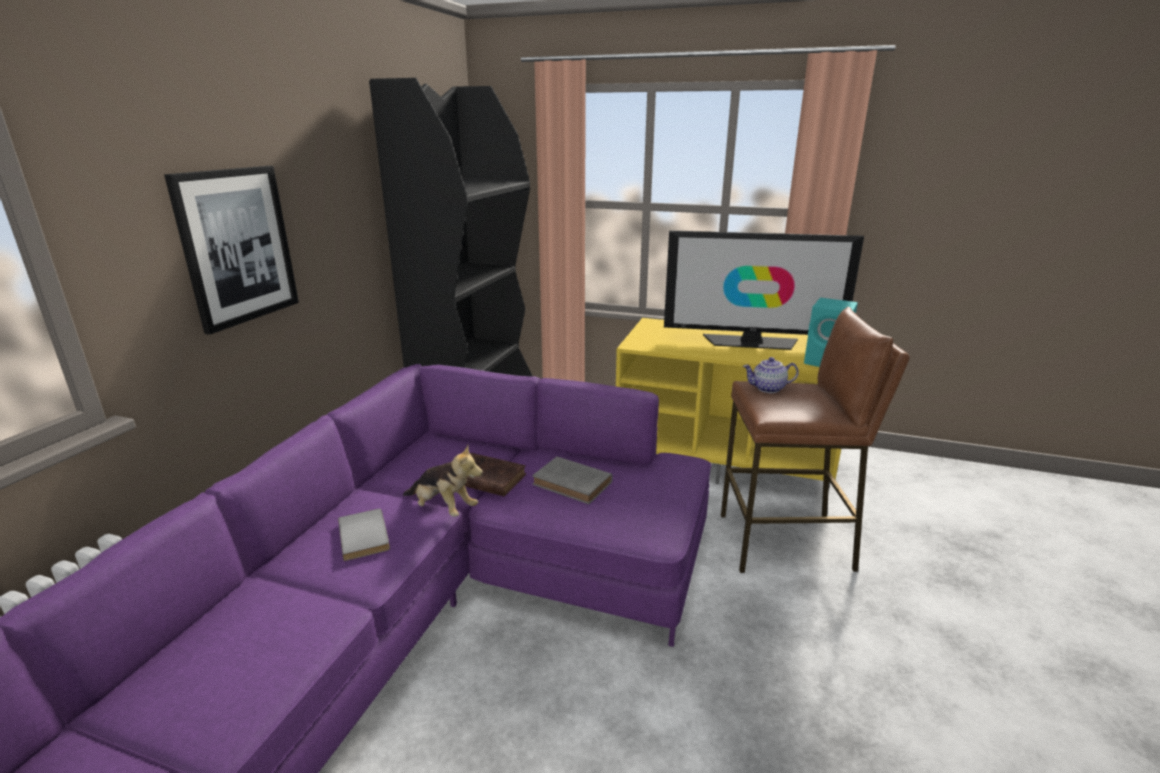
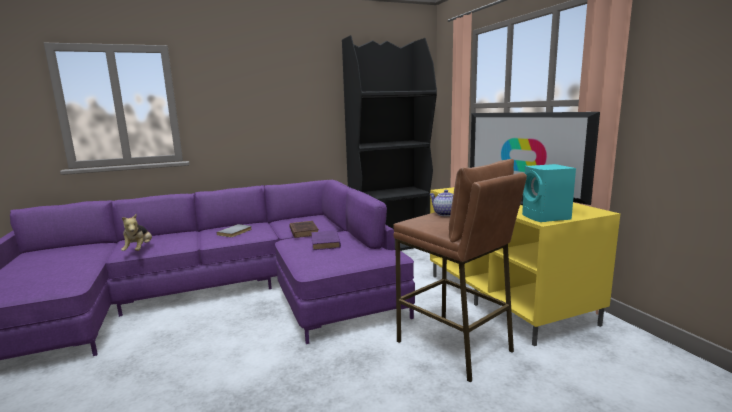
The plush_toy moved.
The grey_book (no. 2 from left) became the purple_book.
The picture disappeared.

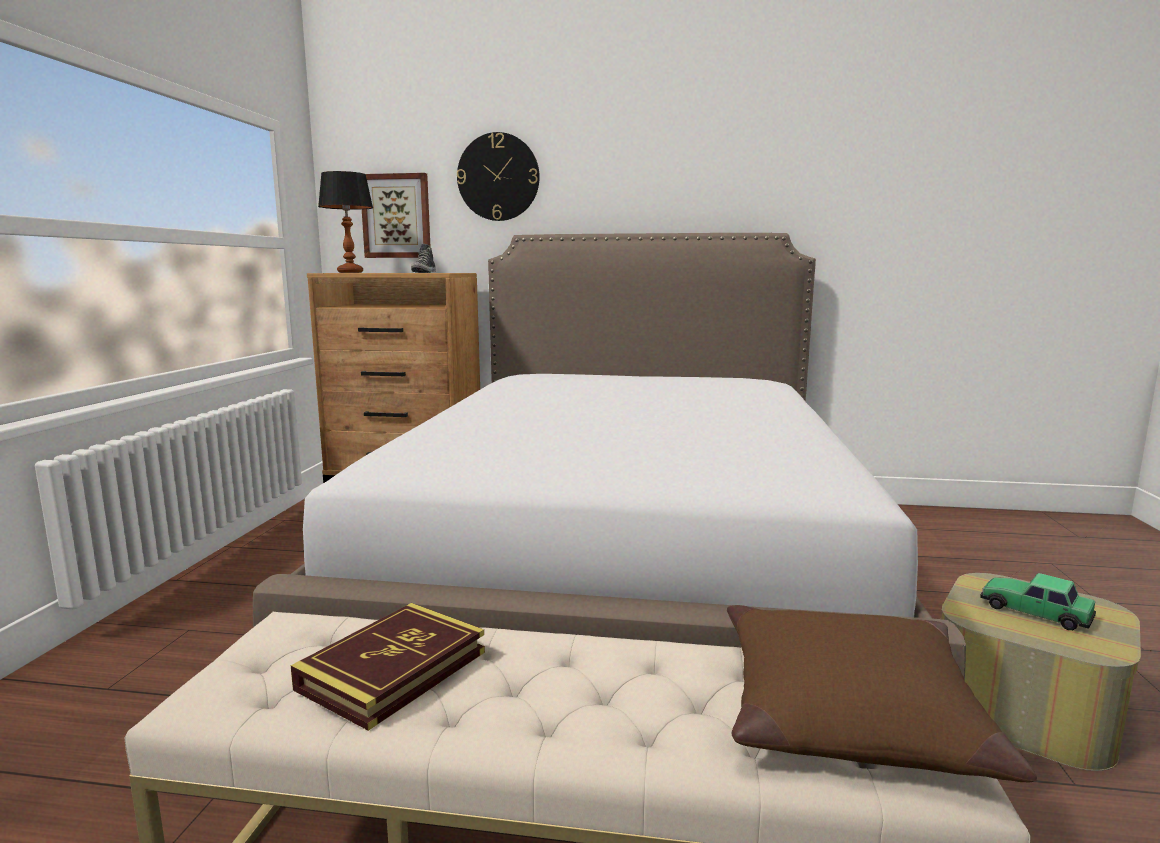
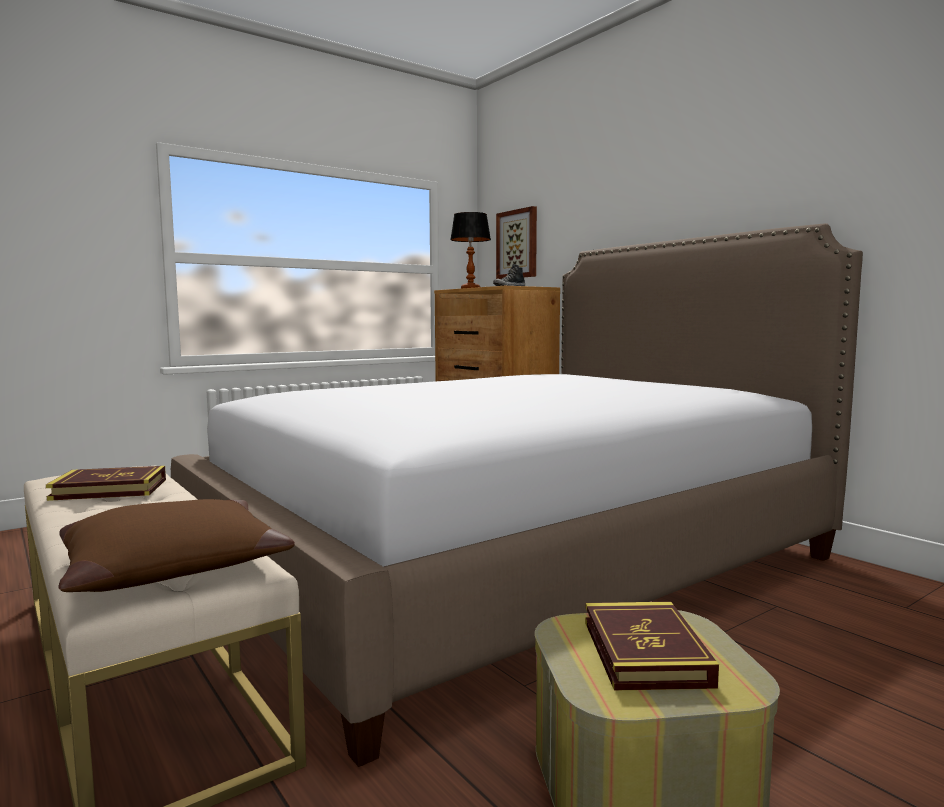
The toy_car was replaced by the book (no. 2 from left).
The wall_clock disappeared.

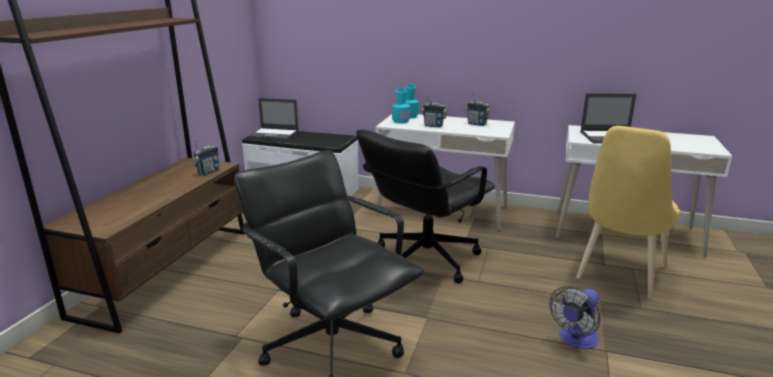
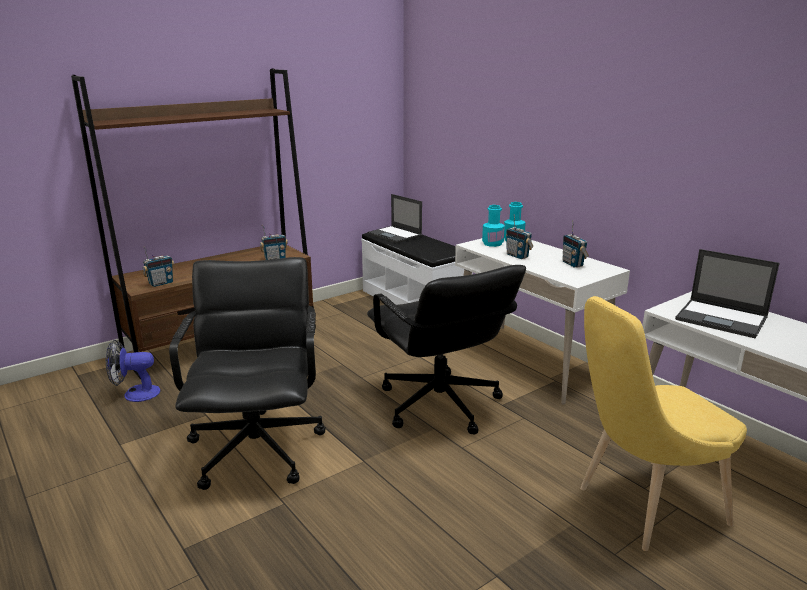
The fan moved.
The radio (no. 1 from left) appeared.
The black_office_chair (no. 2 from left) turned 105 degrees counterclockwise.

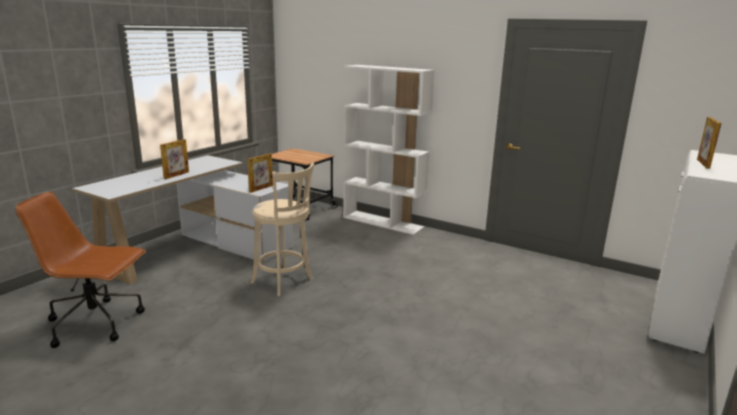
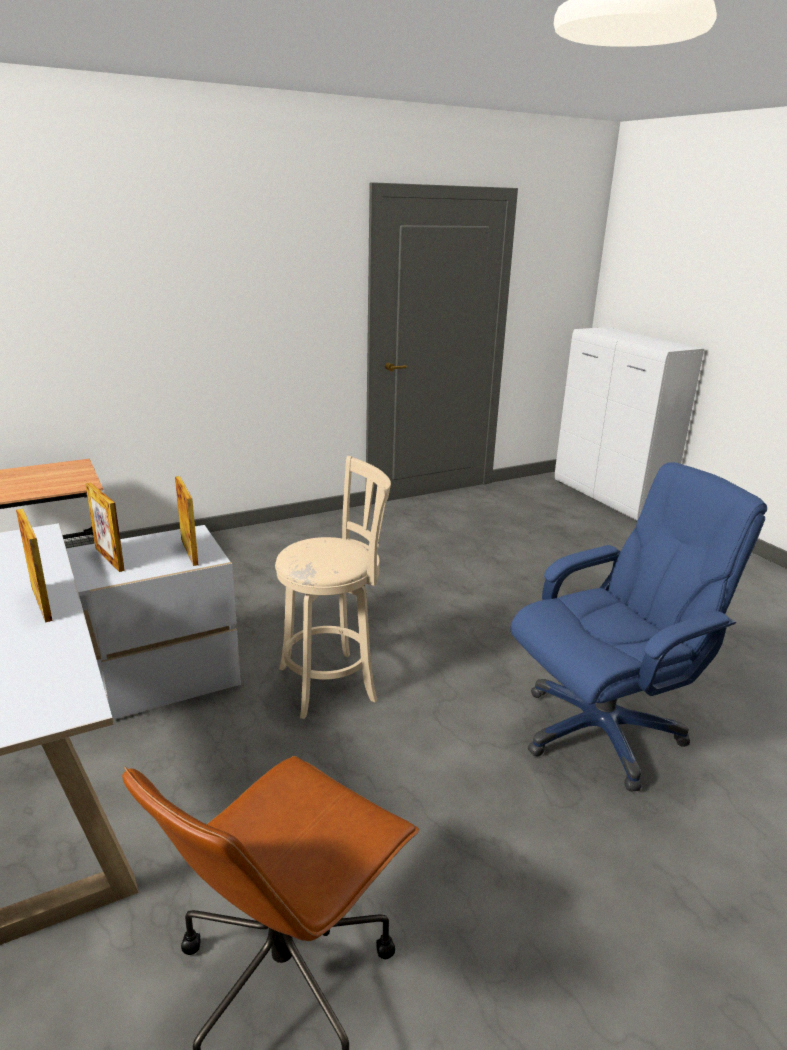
The picture_frame (no. 3 from left in the first image) moved.
The blue_office_chair appeared.
The white_bookcase disappeared.

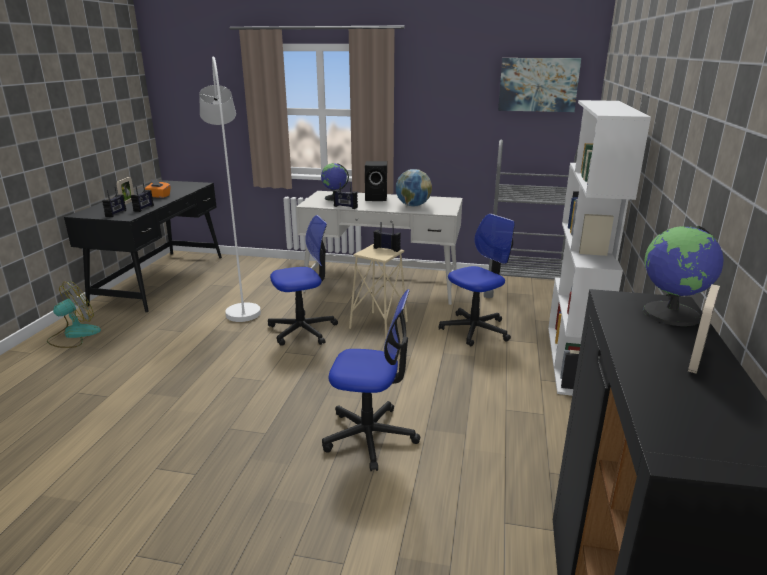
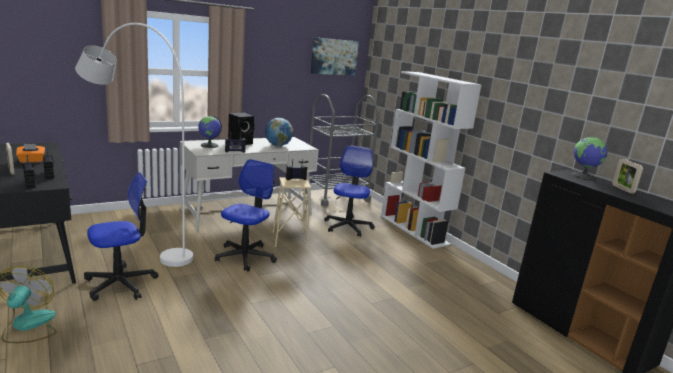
The office_chair (no. 2 from left in the first image) moved.

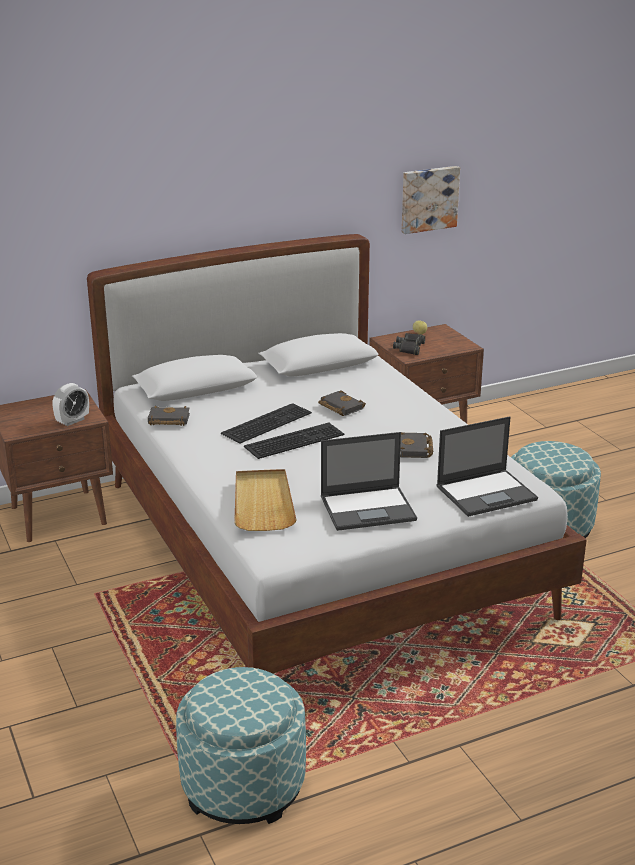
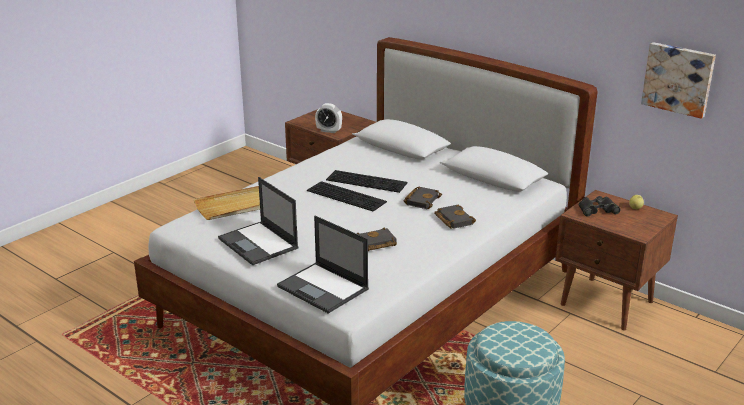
The black_book (no. 1 from left in the first image) moved.
The ottoman (no. 1 from left) disappeared.

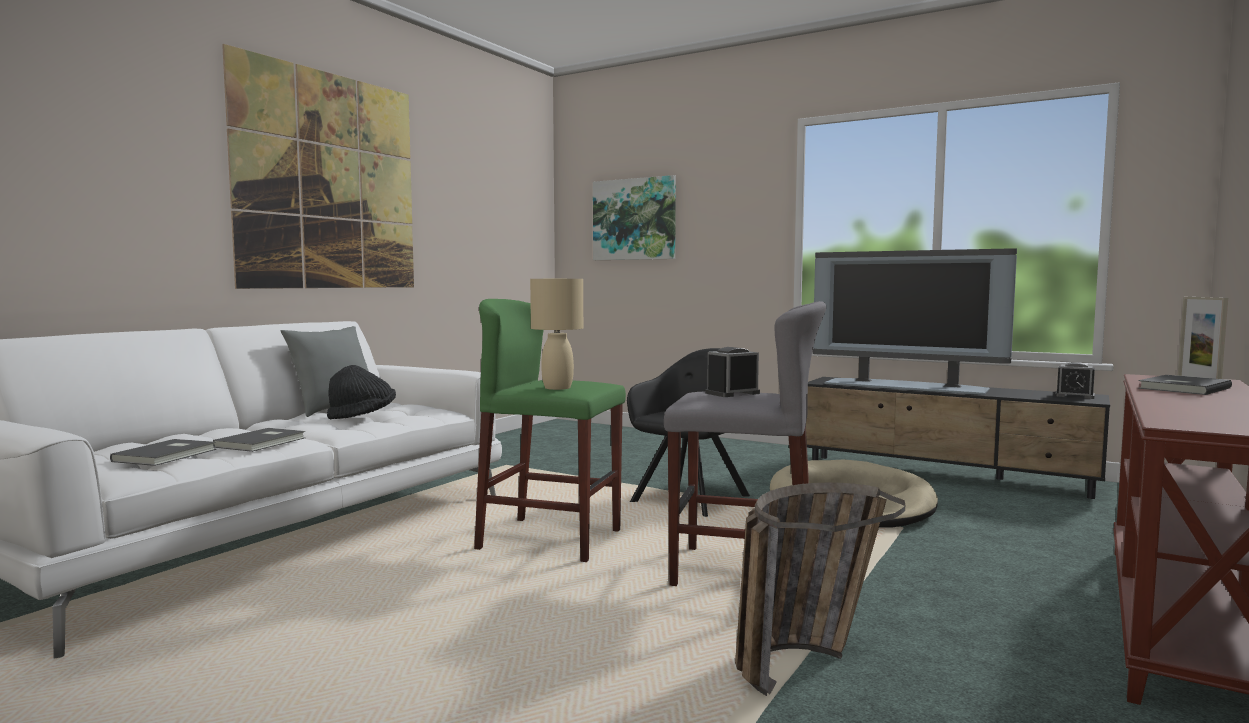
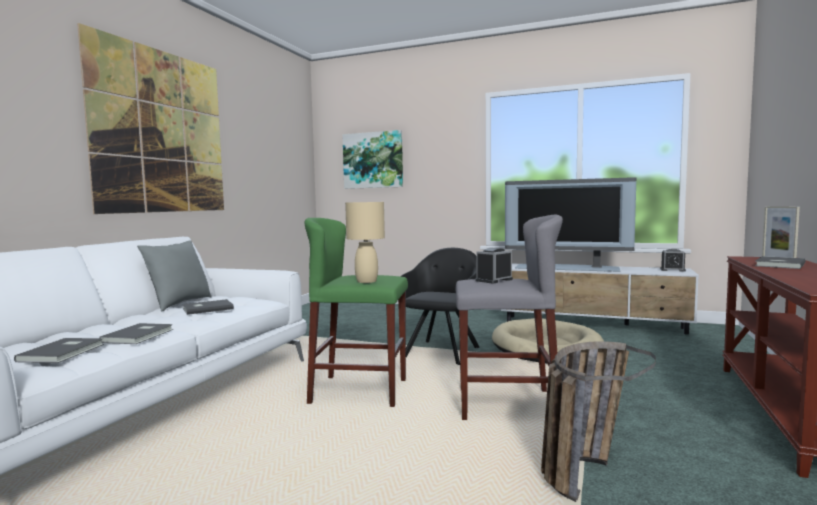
The black_hat was replaced by the grey_book (no. 3 from left).
The black_tv_stand became the white_tv_stand.

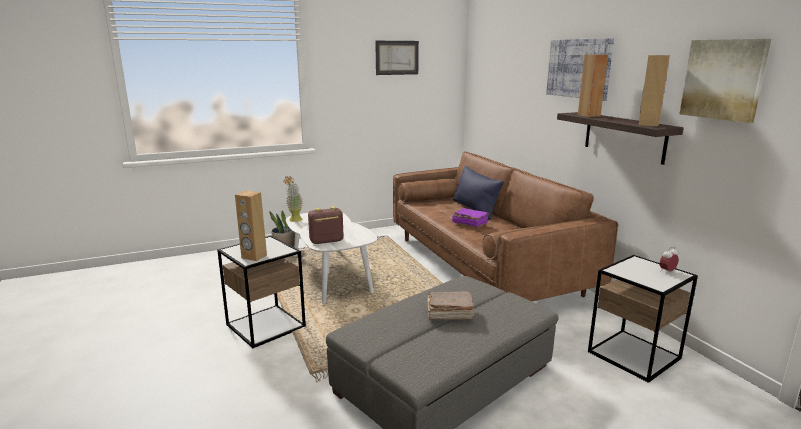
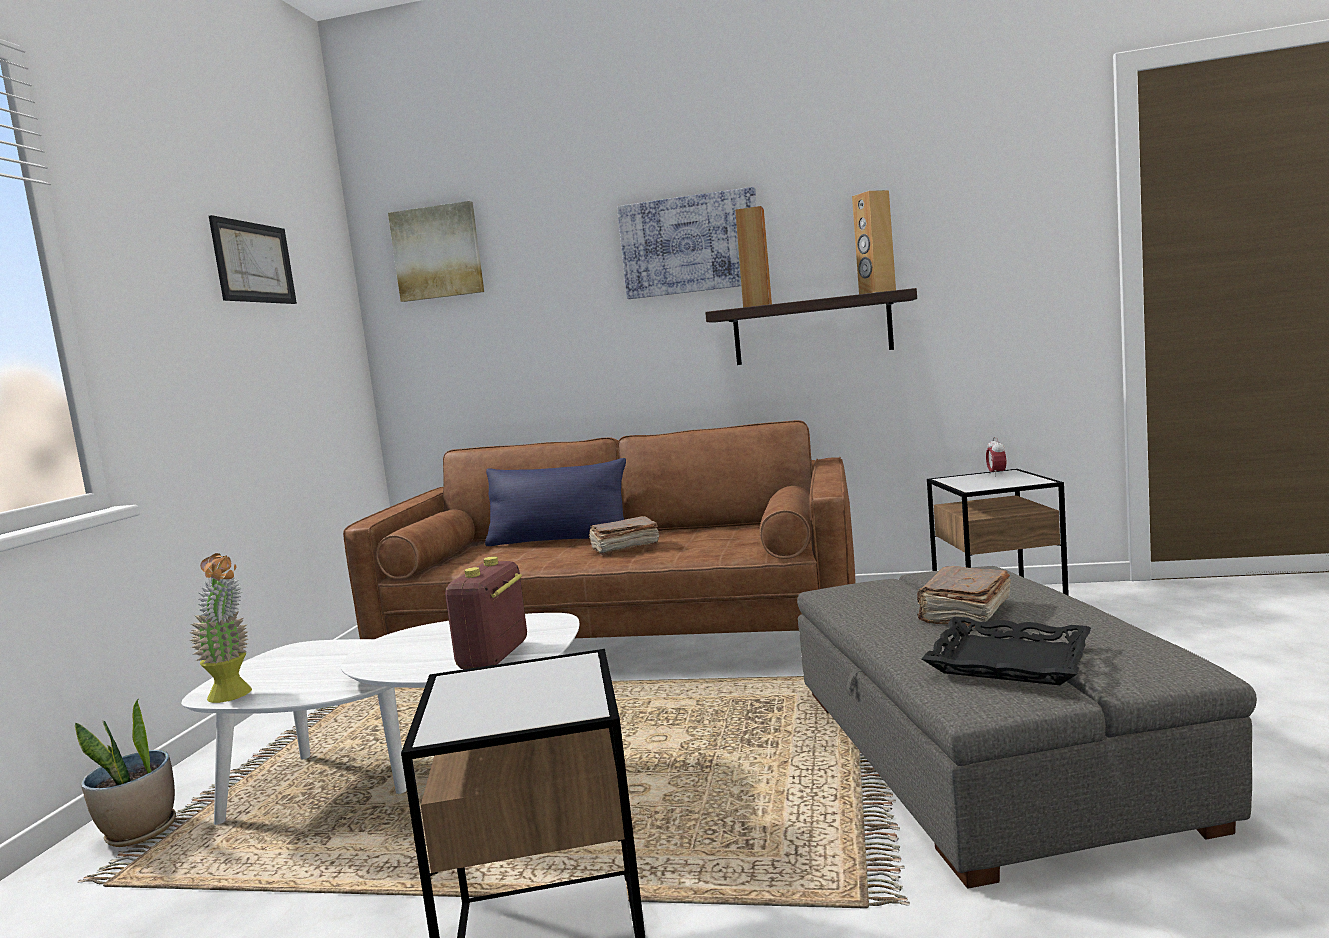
The picture (no. 3 from left in the first image) moved.
The purple_book became the brown_book (no. 1 from left).
The black_tray appeared.
The brown_speaker (no. 1 from left) disappeared.

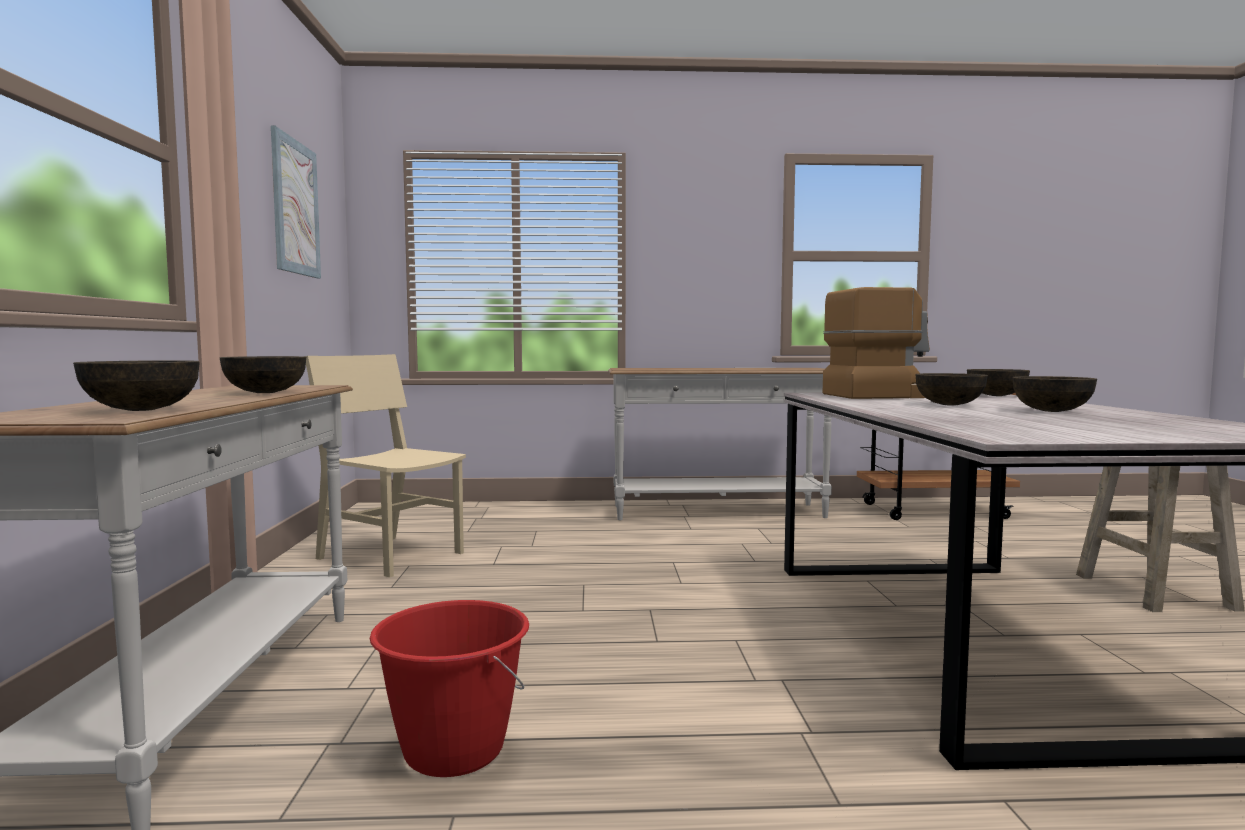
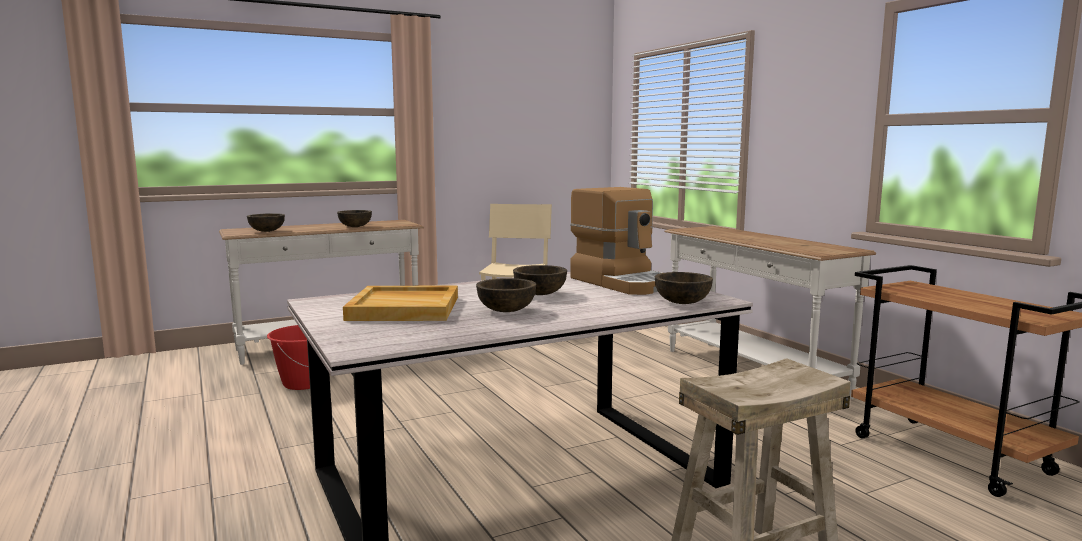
The beige_tray appeared.
The picture disappeared.

